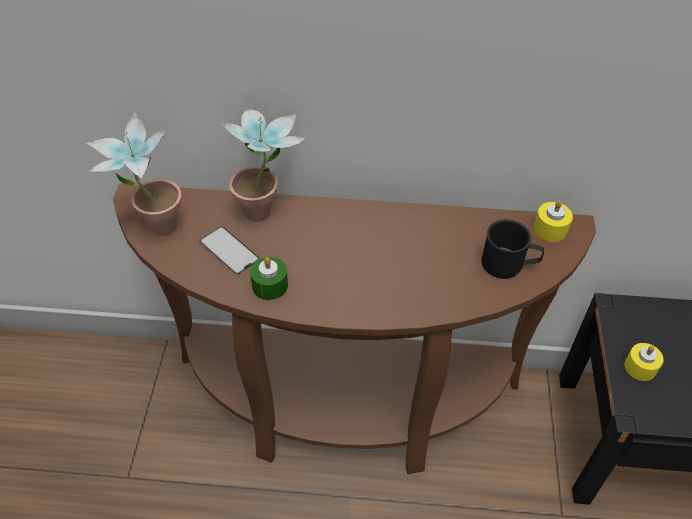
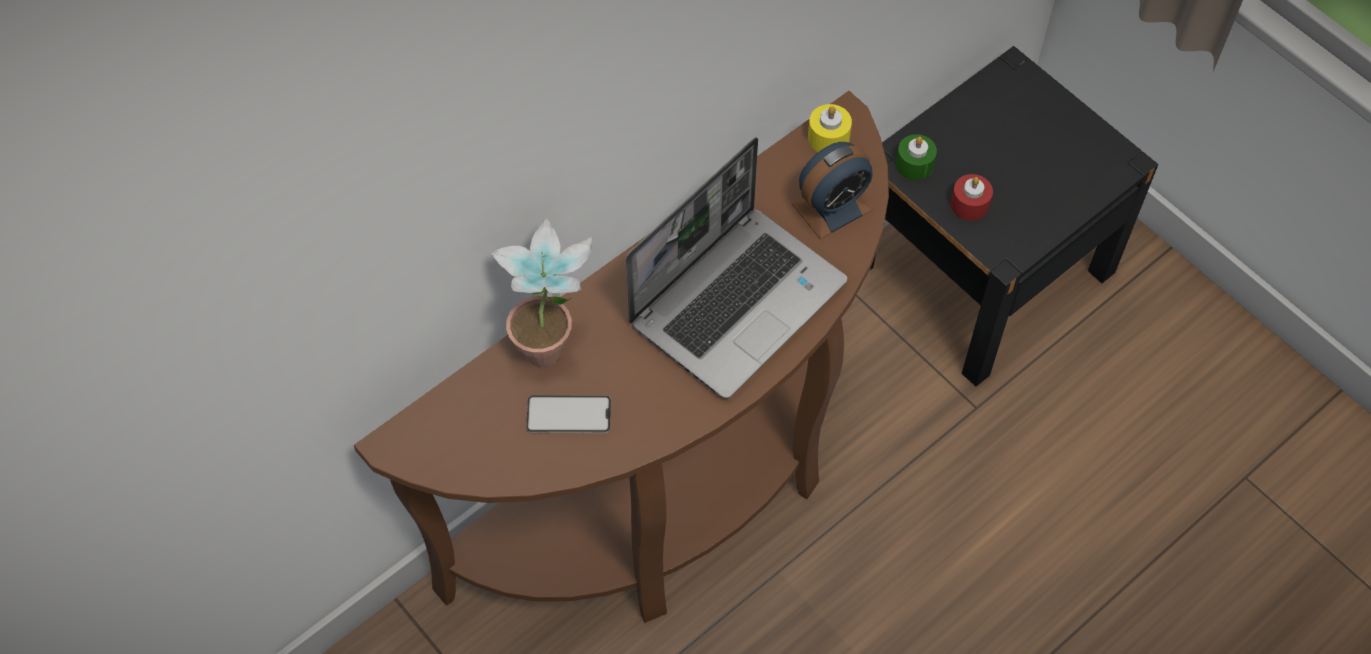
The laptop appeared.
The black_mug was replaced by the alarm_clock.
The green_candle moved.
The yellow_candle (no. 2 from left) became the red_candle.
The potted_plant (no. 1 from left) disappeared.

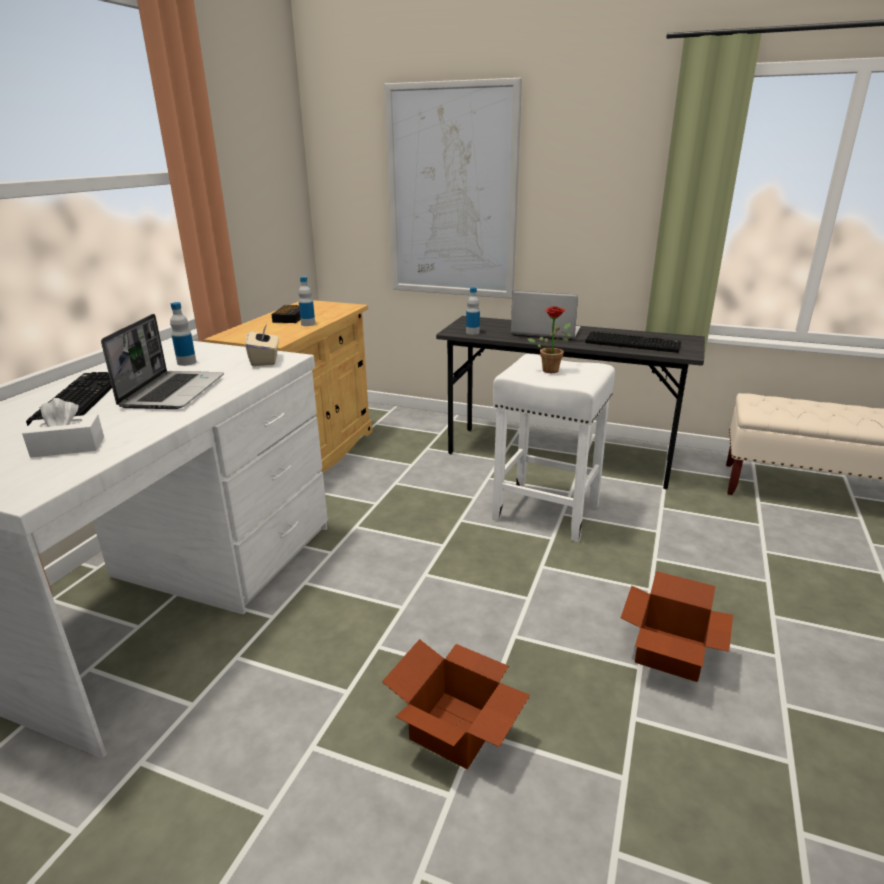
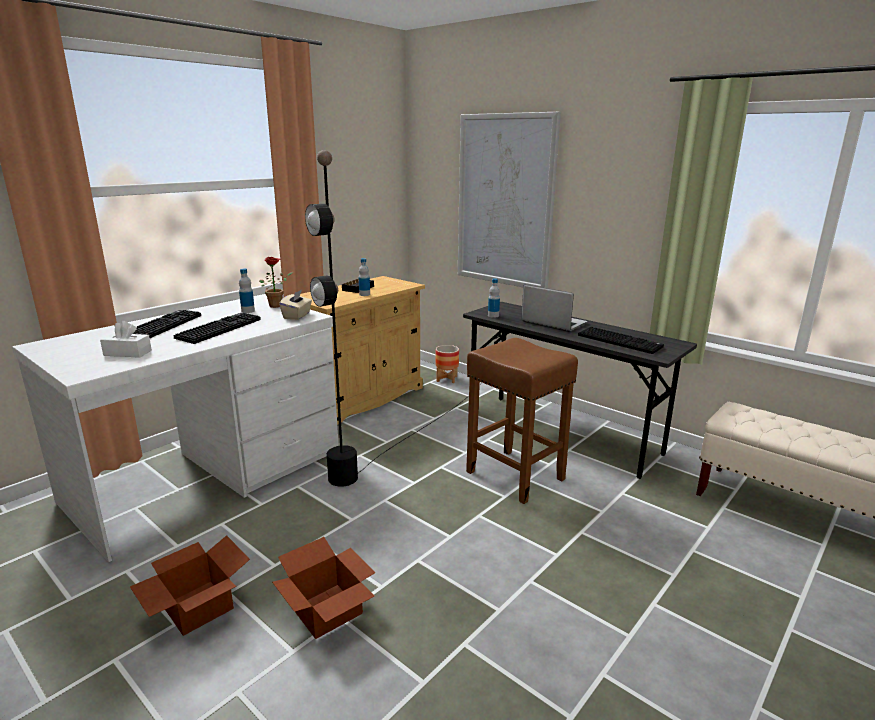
The cardboard_box (no. 2 from left in the first image) moved.
The laptop (no. 1 from left) was replaced by the keyboard (no. 2 from left).
The potted_plant moved.
The black_floor_lamp appeared.
The planter appeared.
The white_stool became the brown_stool.

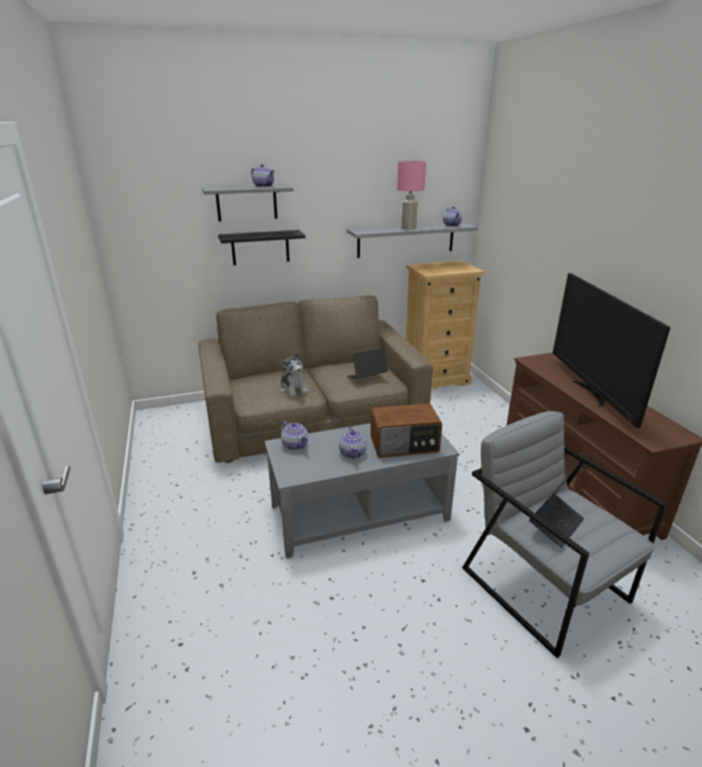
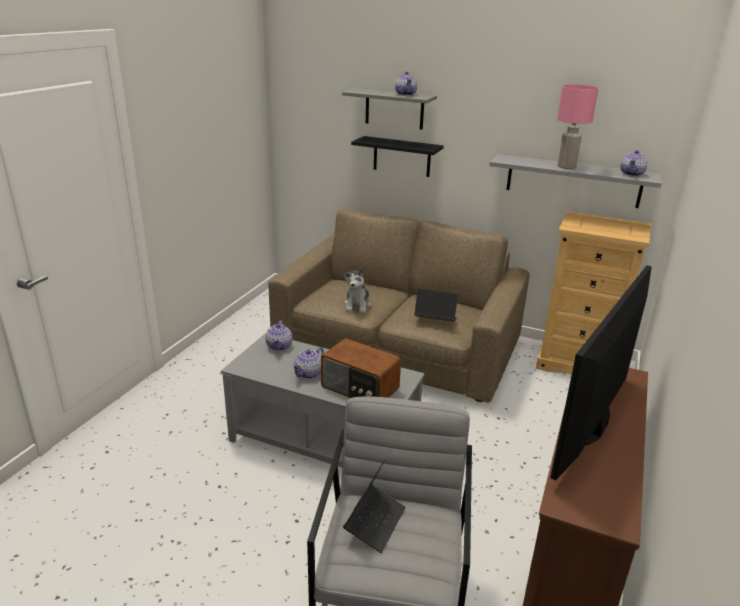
The laptop (no. 2 from left in the first image) turned 60 degrees counterclockwise.

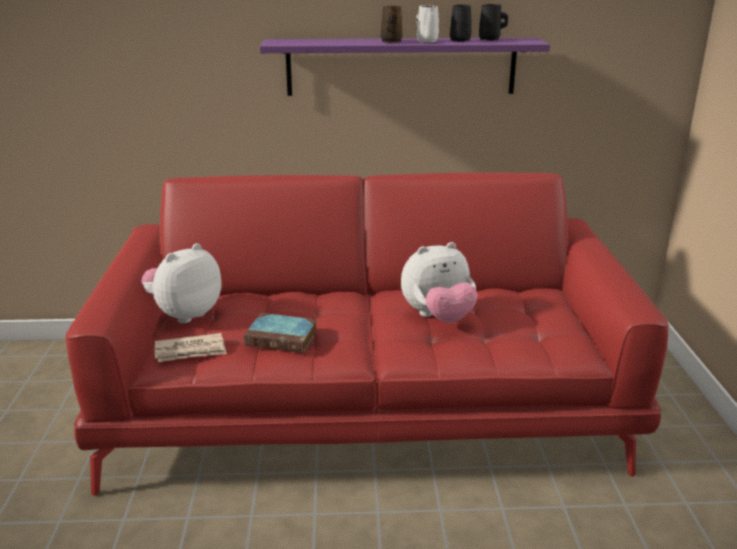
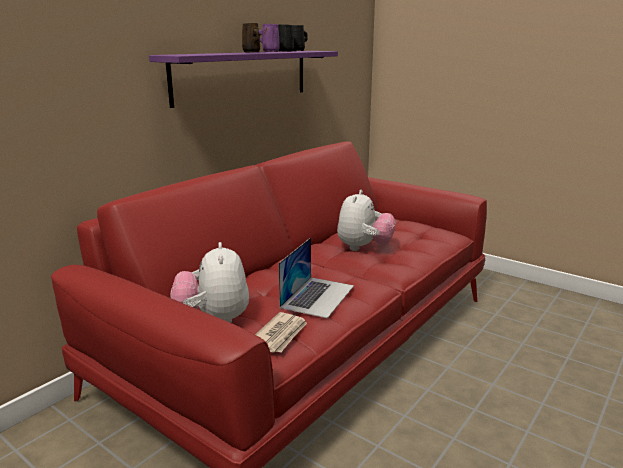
The white_mug became the purple_mug.
The book was replaced by the laptop.

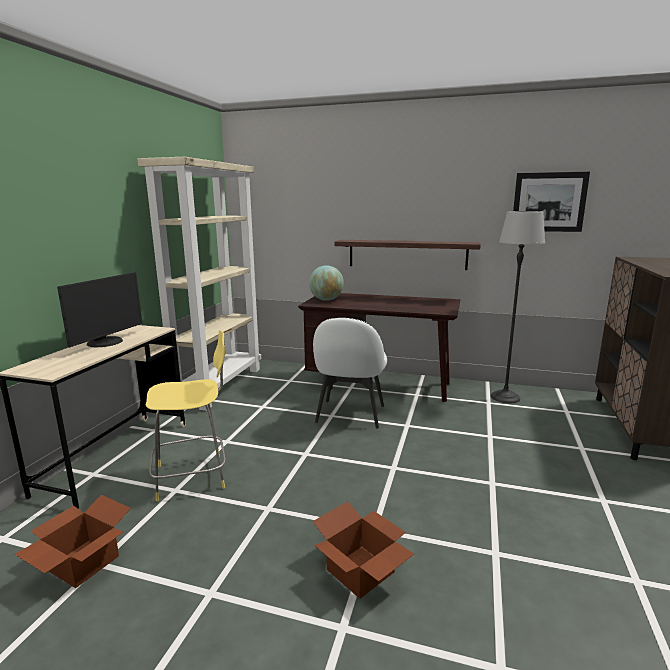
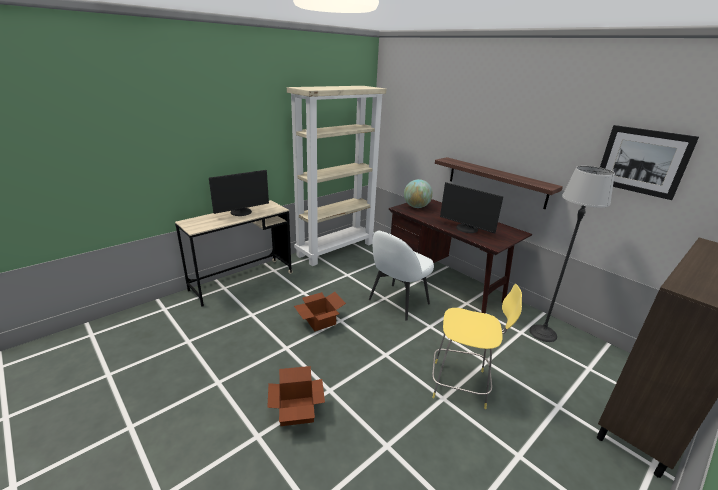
The cardboard_box (no. 1 from left in the first image) moved.
The yellow_stool moved.
The monitor (no. 2 from left) appeared.

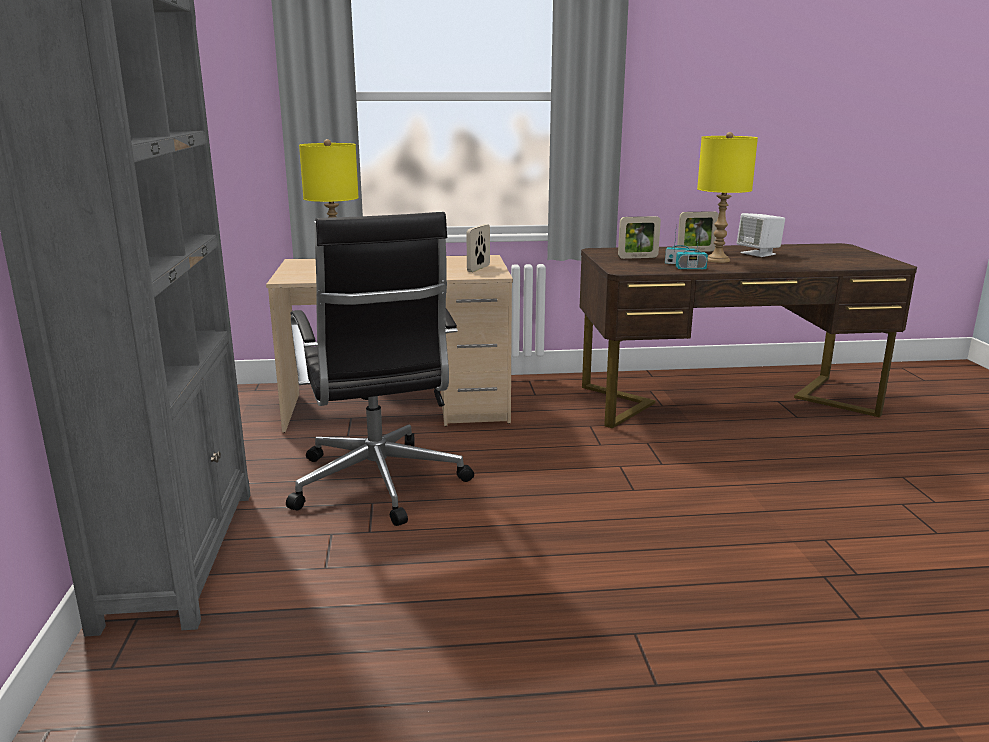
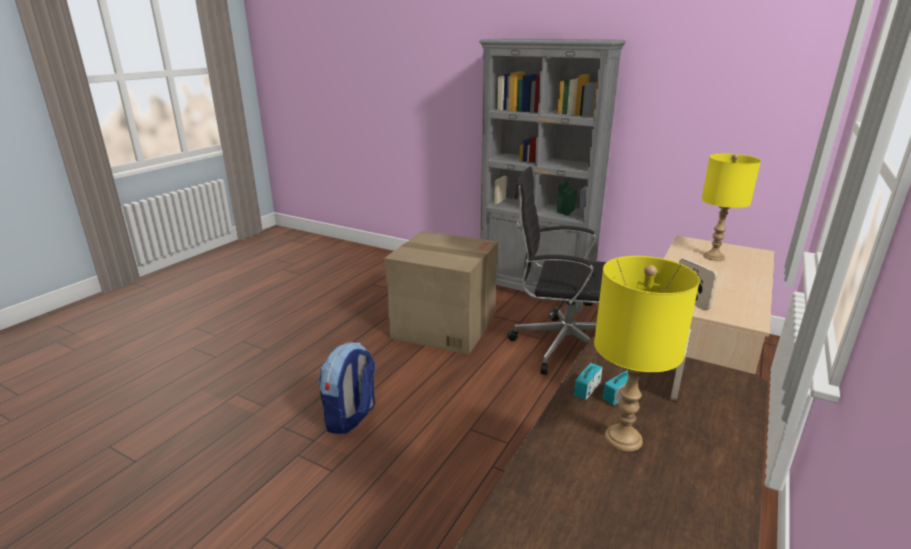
The backpack appeared.
The cardboard_box appeared.
The picture_frame (no. 3 from left) disappeared.
The white_speaker disappeared.

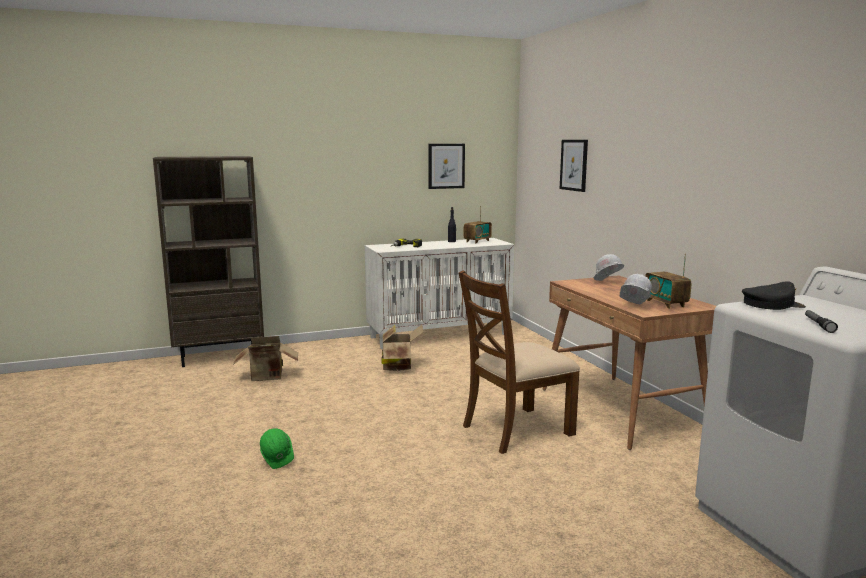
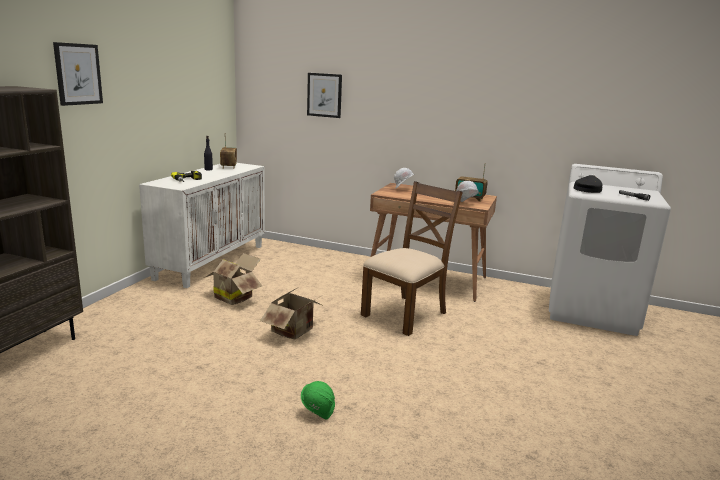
The picture (no. 1 from left) moved.
The cardboard_box (no. 1 from left in the first image) moved.
The brown_chair turned 150 degrees counterclockwise.

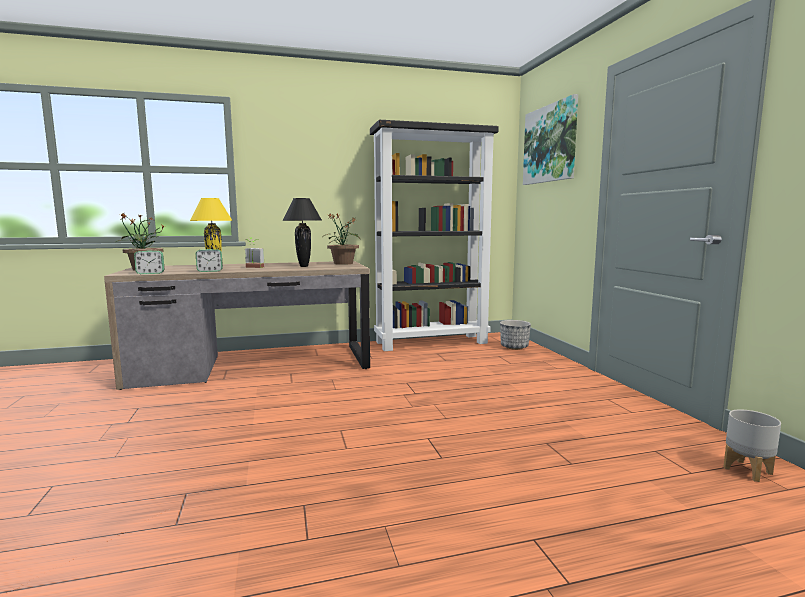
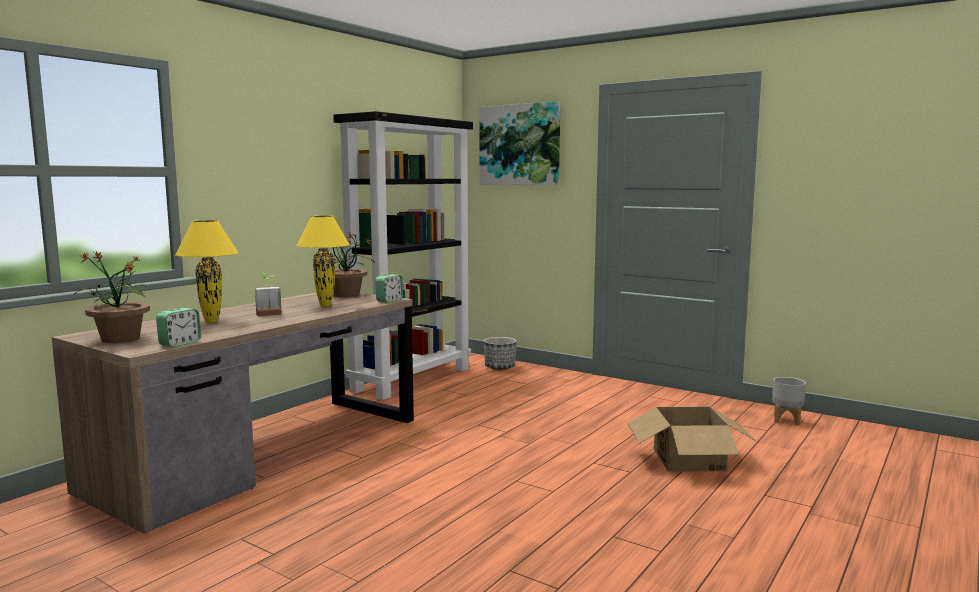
The black_table_lamp became the yellow_table_lamp (no. 2 from left).
The alarm_clock (no. 2 from left) moved.
The cardboard_box appeared.

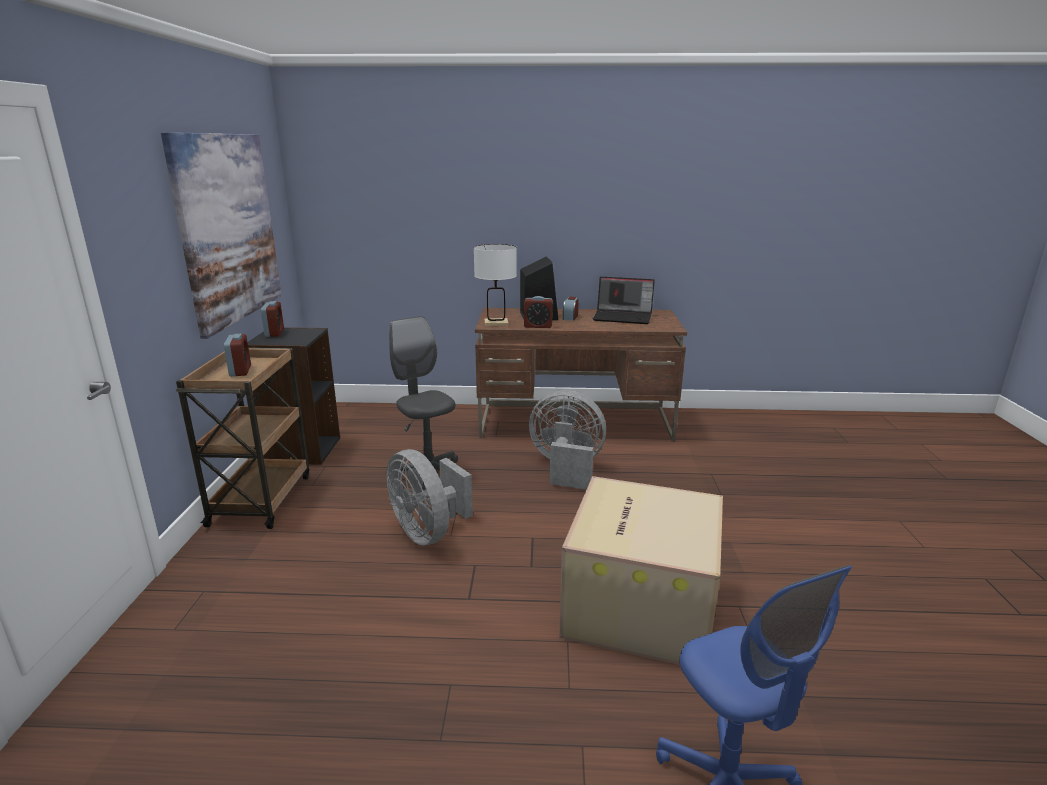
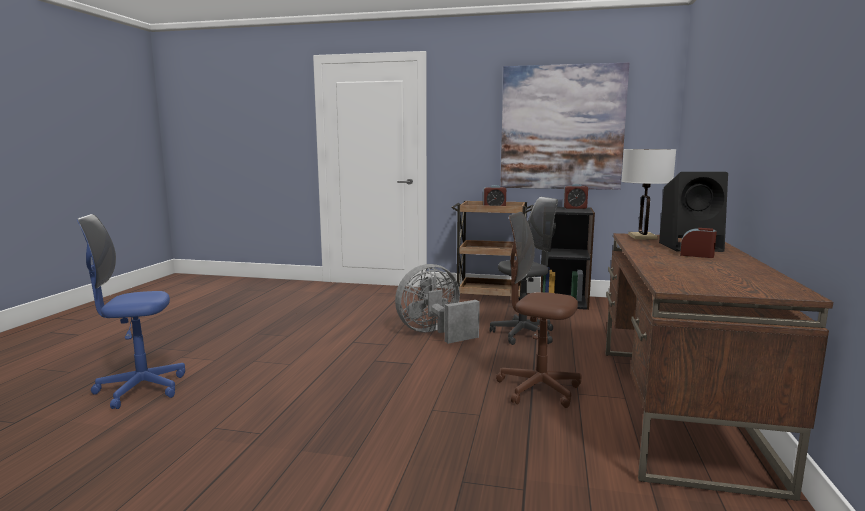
The grey_fan (no. 2 from left) was replaced by the brown_office_chair.
The alarm_clock (no. 3 from left) disappeared.
The cardboard_box disappeared.
The laptop disappeared.

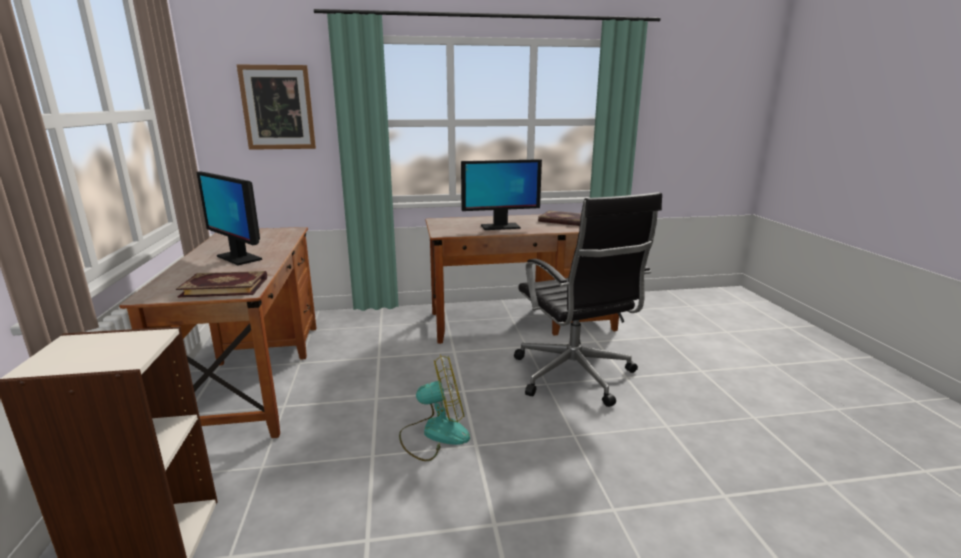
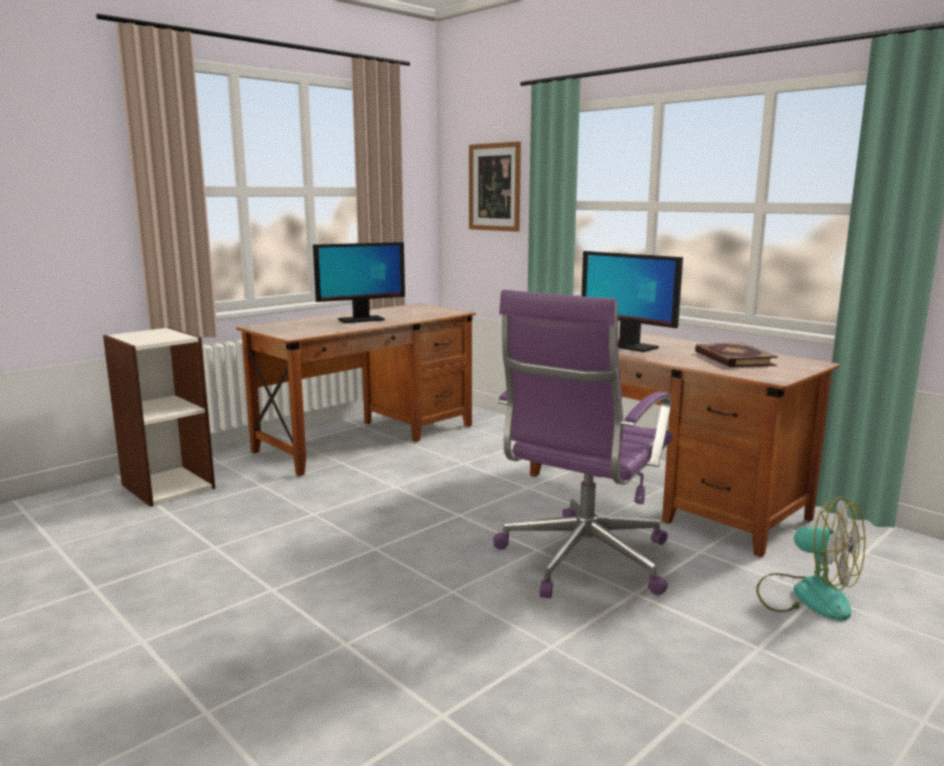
The monitor (no. 1 from left) turned 120 degrees counterclockwise.
The black_office_chair became the purple_office_chair.
The fan moved.
The book (no. 1 from left) disappeared.

